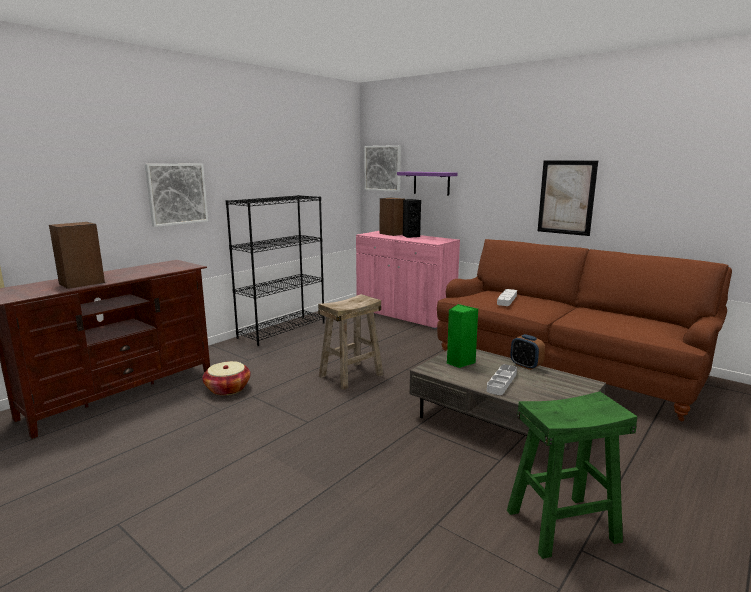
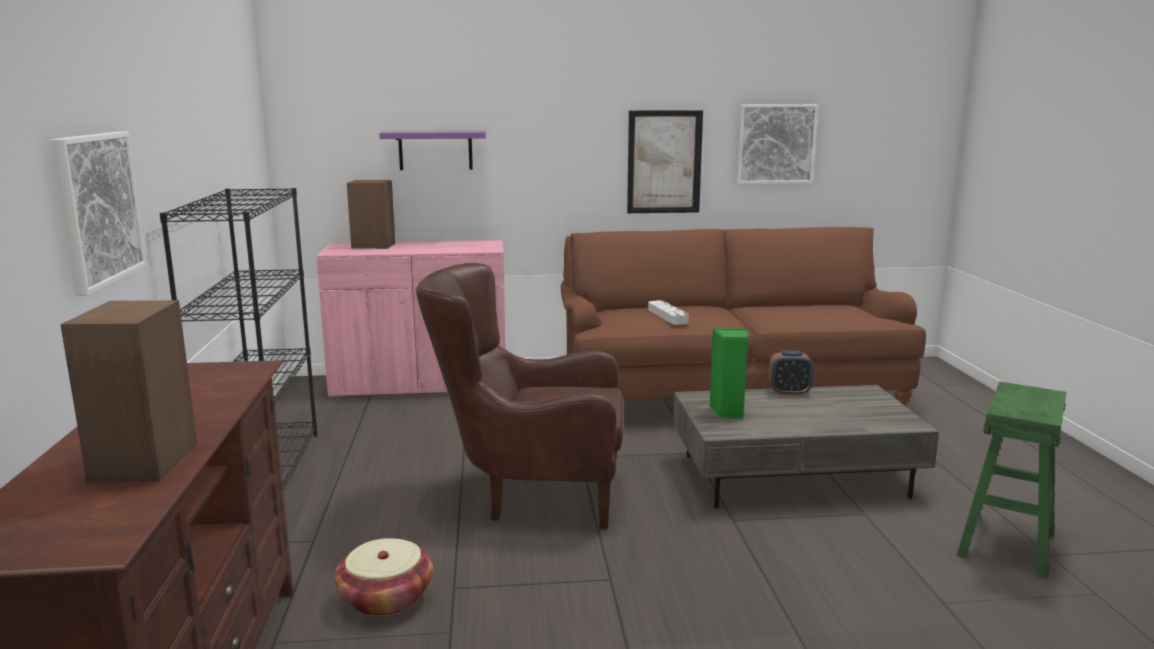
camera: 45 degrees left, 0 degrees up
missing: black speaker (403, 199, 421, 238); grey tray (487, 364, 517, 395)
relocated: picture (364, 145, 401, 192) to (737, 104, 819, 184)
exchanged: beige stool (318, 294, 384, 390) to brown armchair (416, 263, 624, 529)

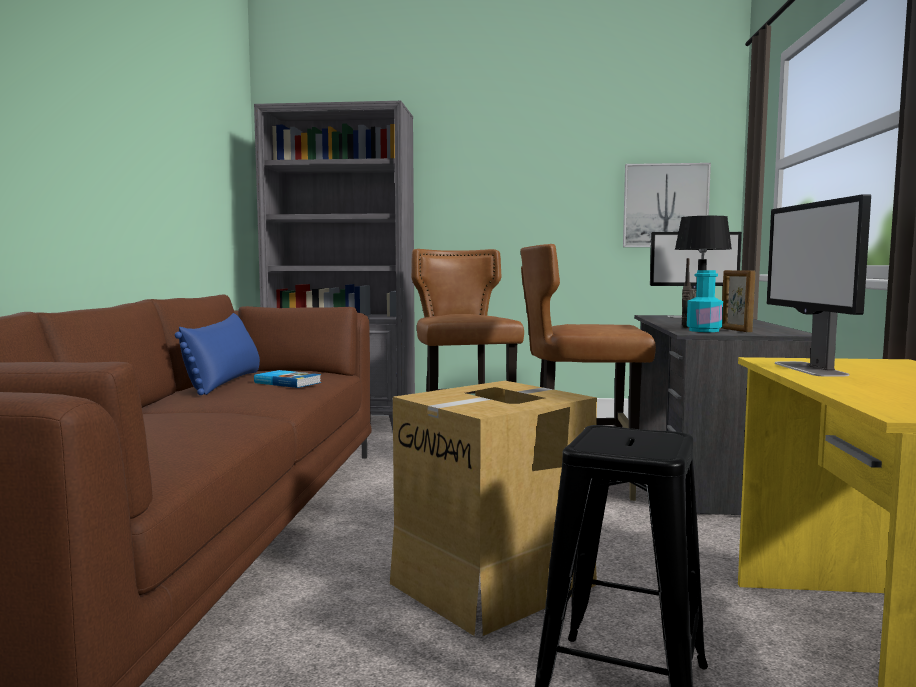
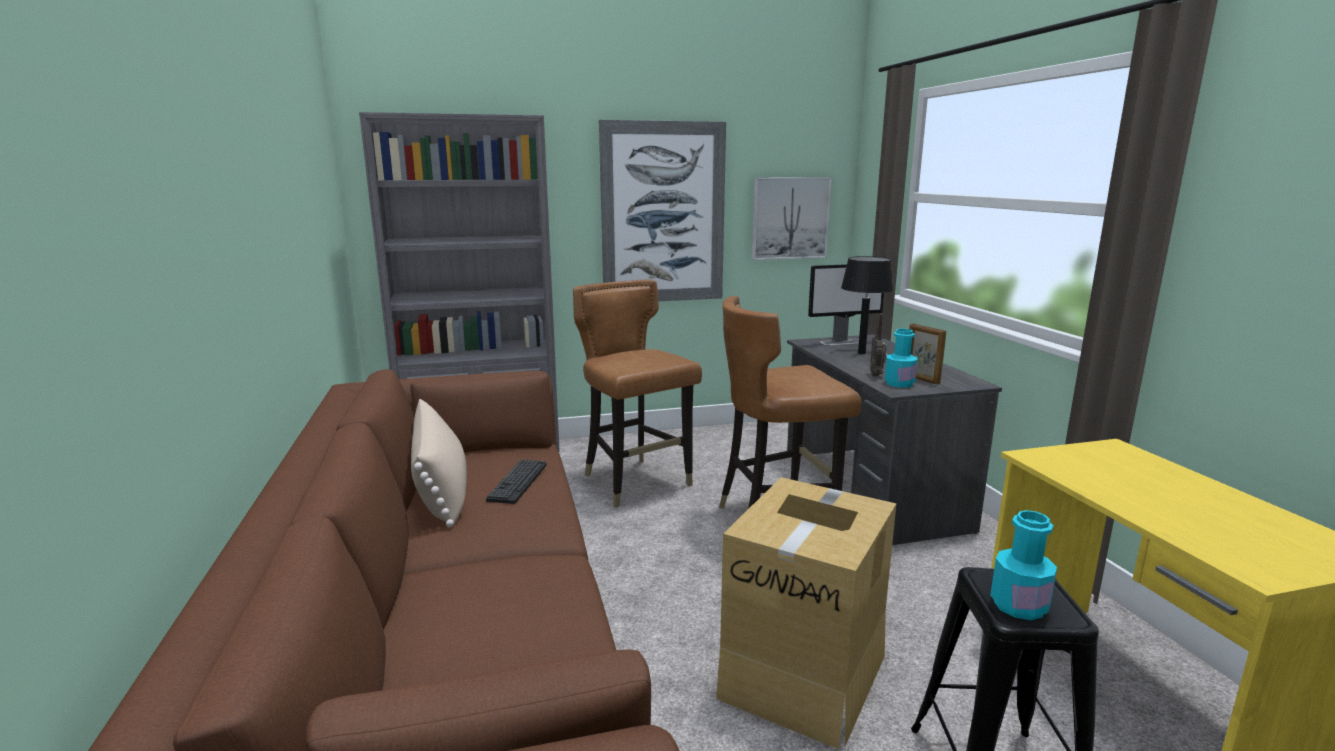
camera: 20 degrees left, 10 degrees up
missing: monitor (767, 194, 871, 376)
appeared: picture (599, 120, 726, 301); turquoise bottle (990, 510, 1057, 620)
exchanged: book (254, 370, 321, 388) to keyboard (486, 459, 547, 504)
colour: blue pillow (175, 313, 260, 395) to beige pillow (411, 399, 467, 527)

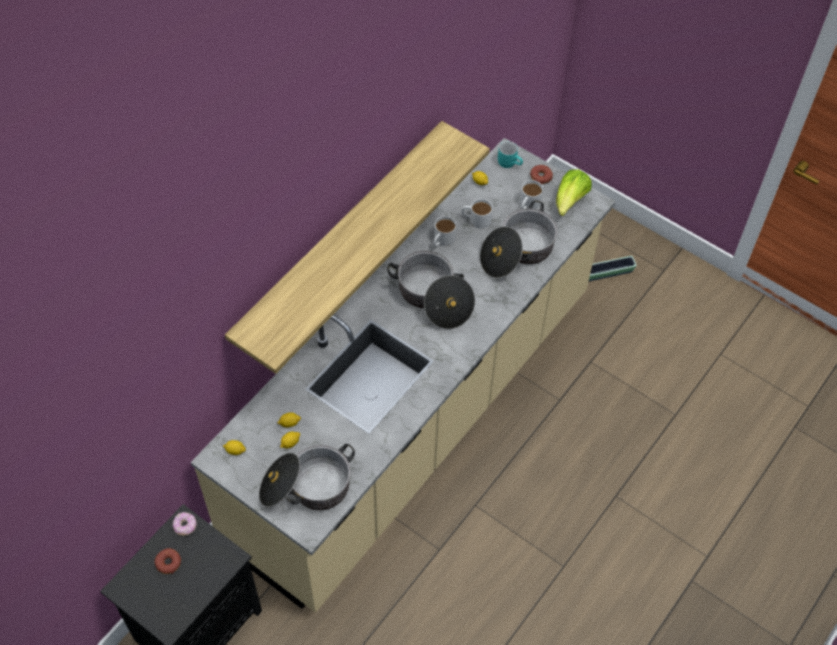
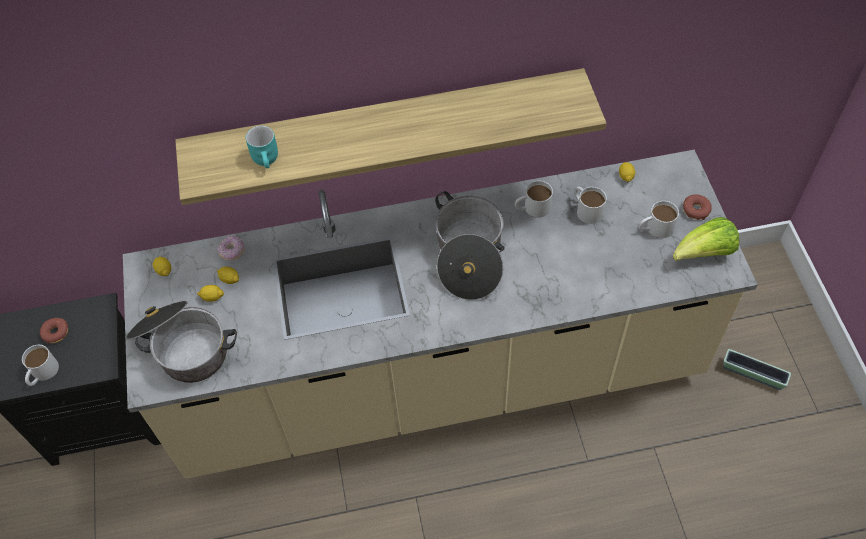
camera: 45 degrees right, 0 degrees up
missing: cooking pot (480, 200, 557, 278)
appeared: white mug (22, 345, 59, 386)
relocated: donut (173, 512, 196, 536) to (218, 235, 245, 261); turquoise mug (498, 141, 523, 168) to (246, 126, 278, 168)

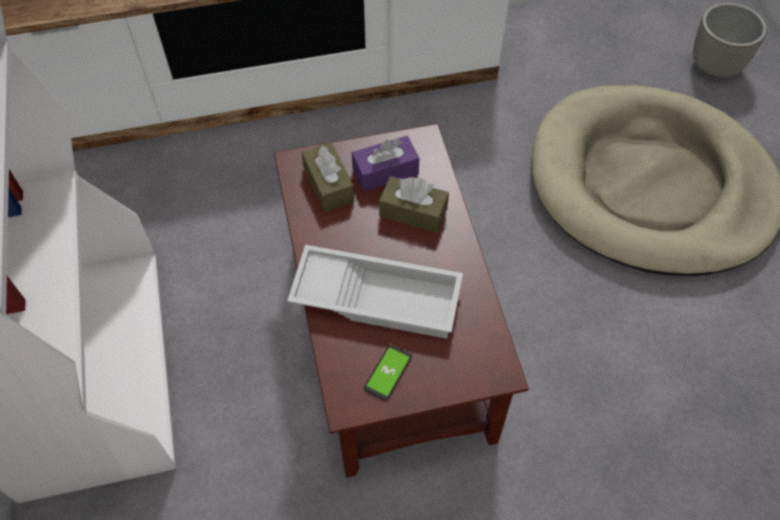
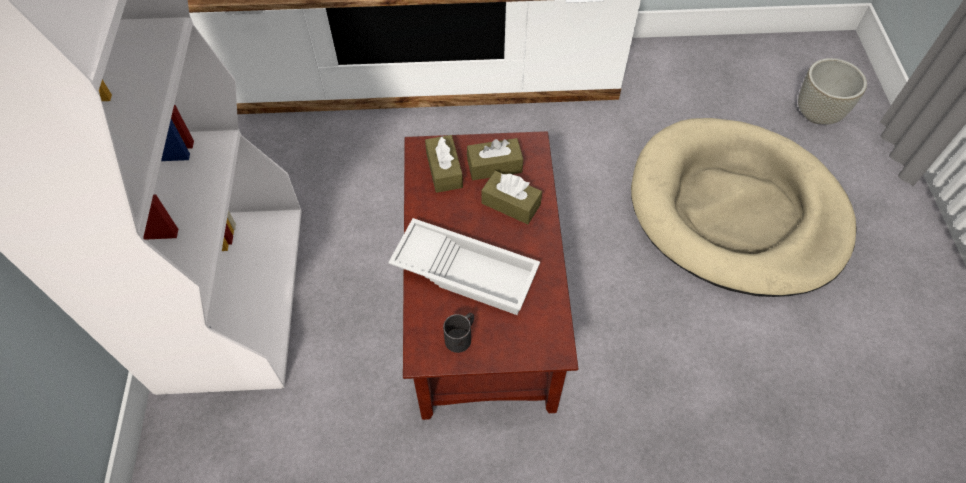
camera: 10 degrees right, 0 degrees up
exchanged: phone (364, 345, 412, 401) to black mug (443, 313, 474, 353)
colour: purple tissue box (352, 136, 419, 191) to brown tissue box (467, 138, 523, 180)

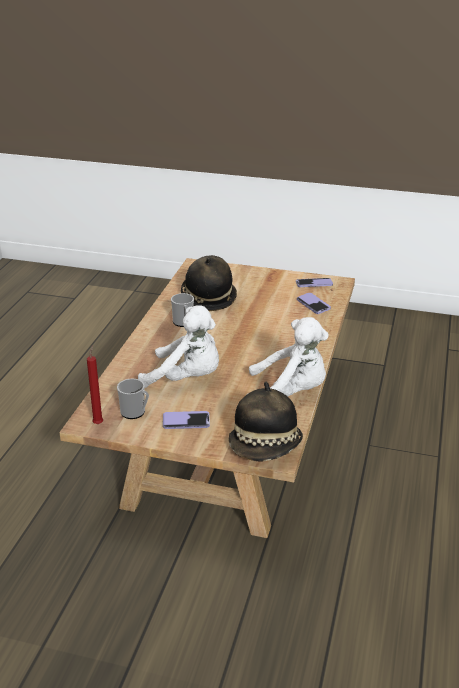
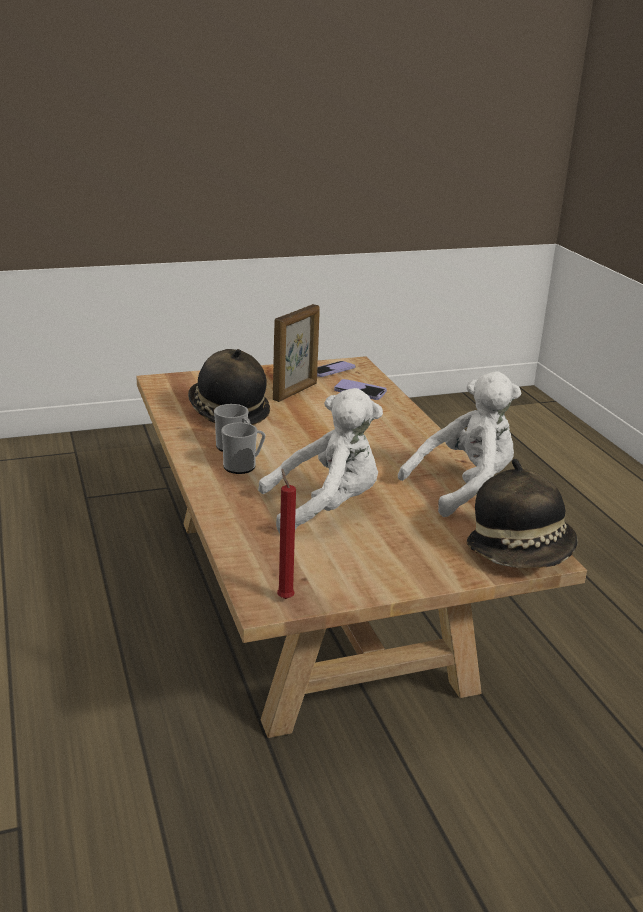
camera: 35 degrees left, 5 degrees down
missing: phone (163, 411, 210, 429)
appeared: picture frame (273, 304, 320, 402)
relocated: mug (117, 379, 149, 419) to (221, 422, 265, 474)

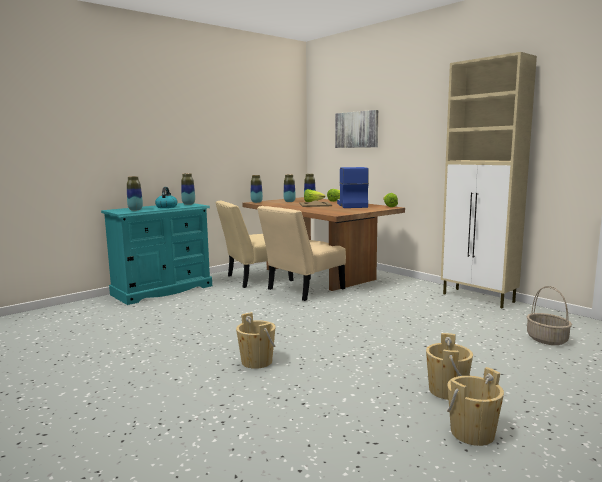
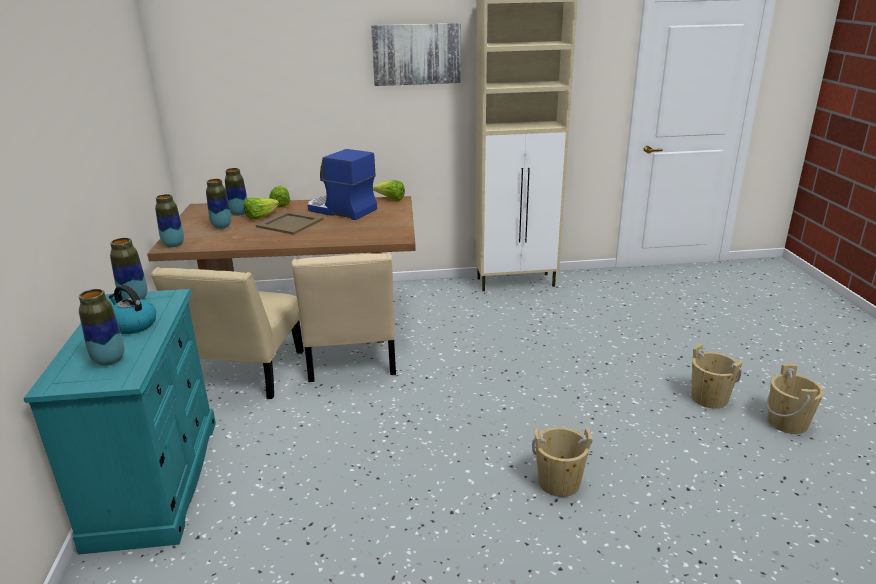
camera: 55 degrees left, 15 degrees up
missing: basket (527, 286, 572, 345)
relocated: picture (335, 110, 378, 148) to (371, 23, 461, 86)

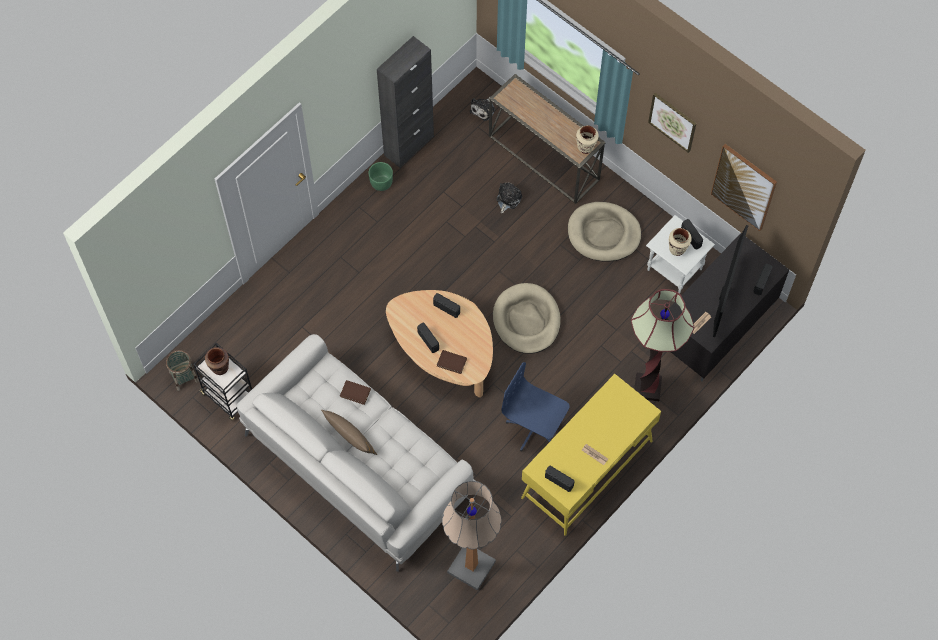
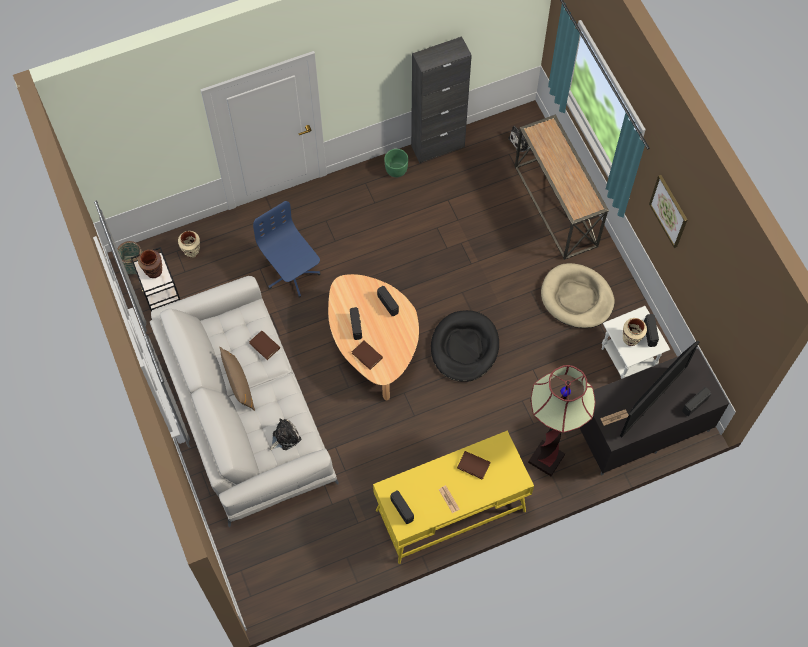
camera: 25 degrees right, 0 degrees up
missing: floor lamp (442, 481, 502, 591); picture (711, 144, 777, 231)
appeared: brown book (457, 451, 490, 480)
relocated: plush toy (496, 183, 522, 214) to (270, 419, 301, 450); blue office chair (501, 362, 570, 451) to (253, 201, 320, 298); beige vase (576, 125, 599, 154) to (178, 231, 200, 258)
colour: beige dog bed (493, 283, 561, 354) to black dog bed (431, 310, 499, 382)

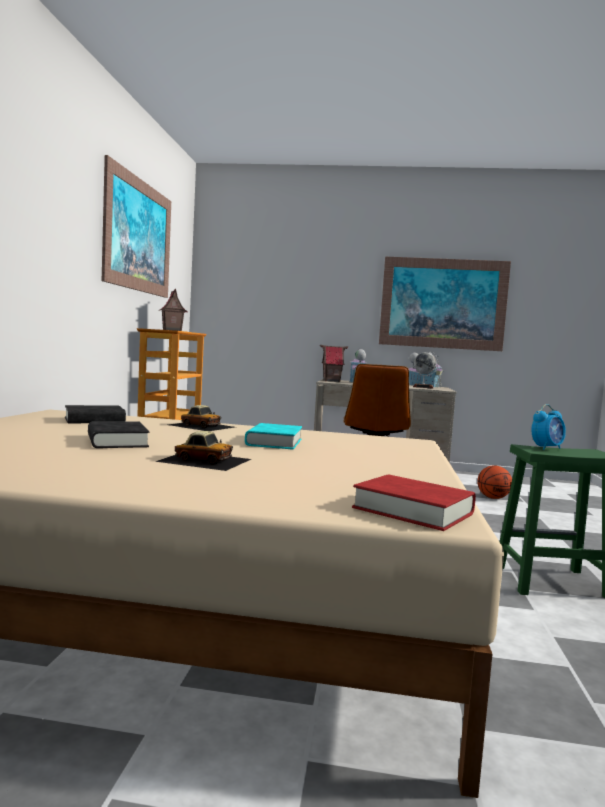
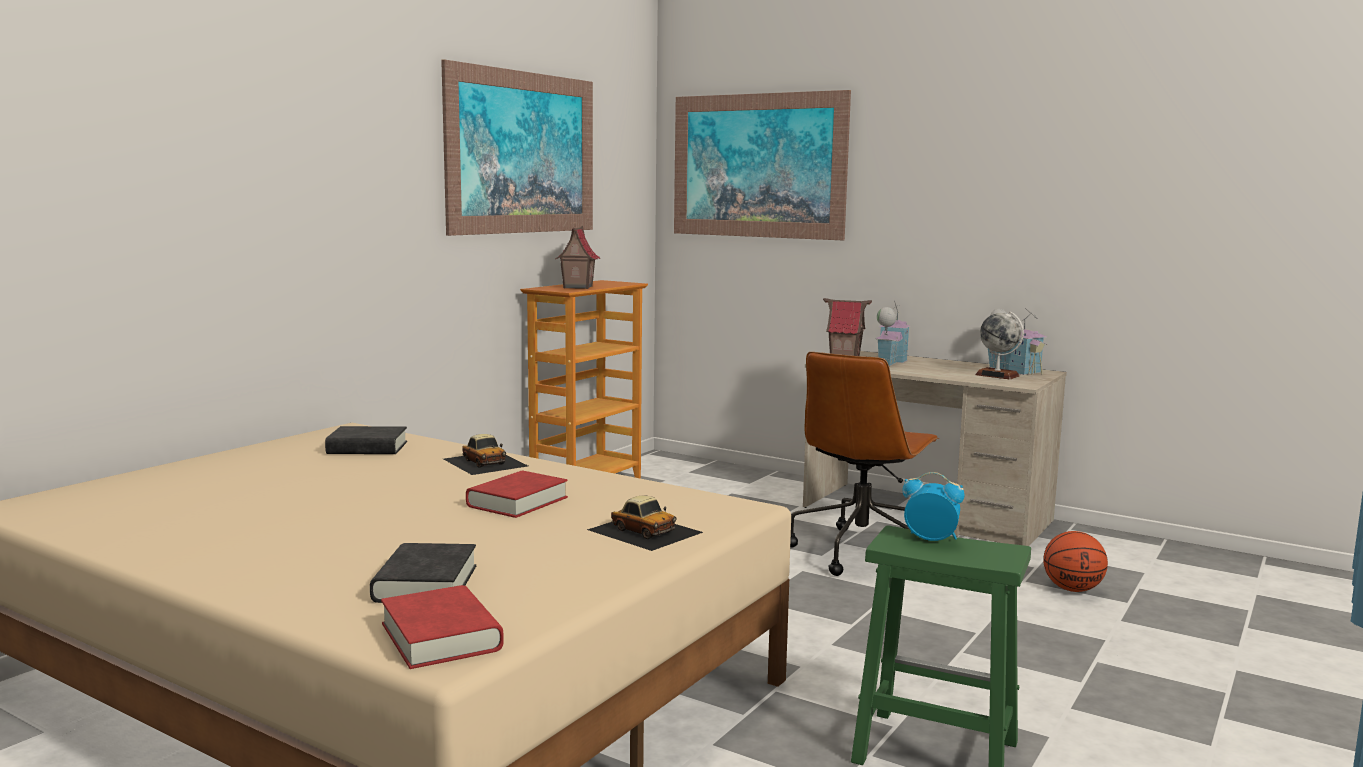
camera: 25 degrees right, 5 degrees up
relocated: black book (88, 421, 149, 448) to (370, 543, 476, 603); toy car (155, 431, 251, 471) to (587, 496, 703, 551); picture (379, 256, 511, 351) to (674, 90, 851, 240)
colour: turquoise book (245, 423, 302, 450) to red book (466, 471, 568, 518)
spun: alarm clock (531, 404, 566, 450) = (902, 472, 964, 541) 150 degrees counterclockwise

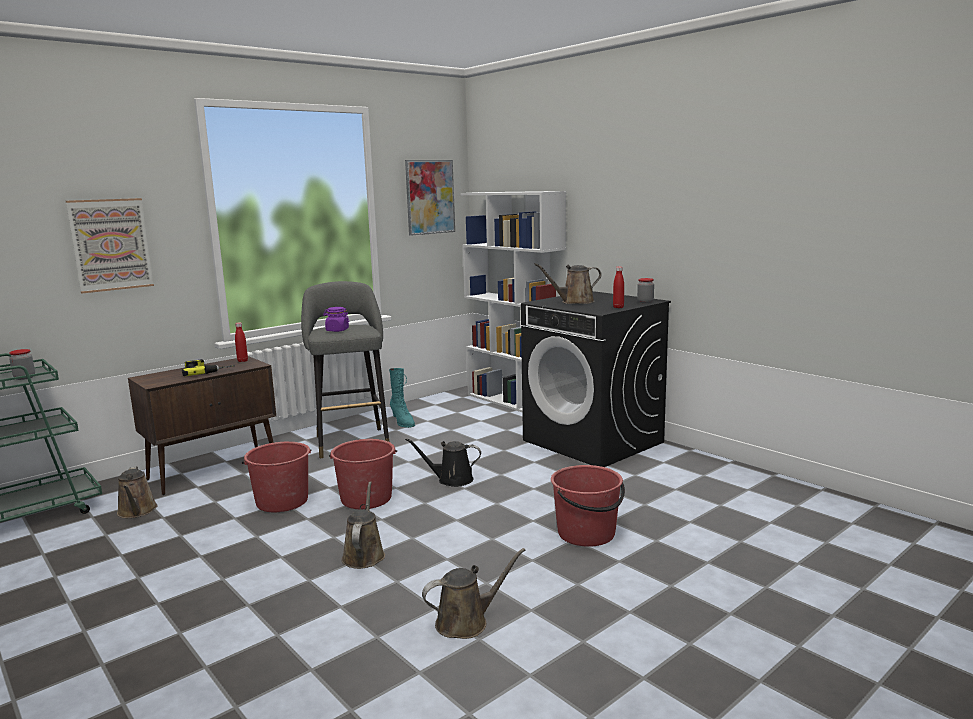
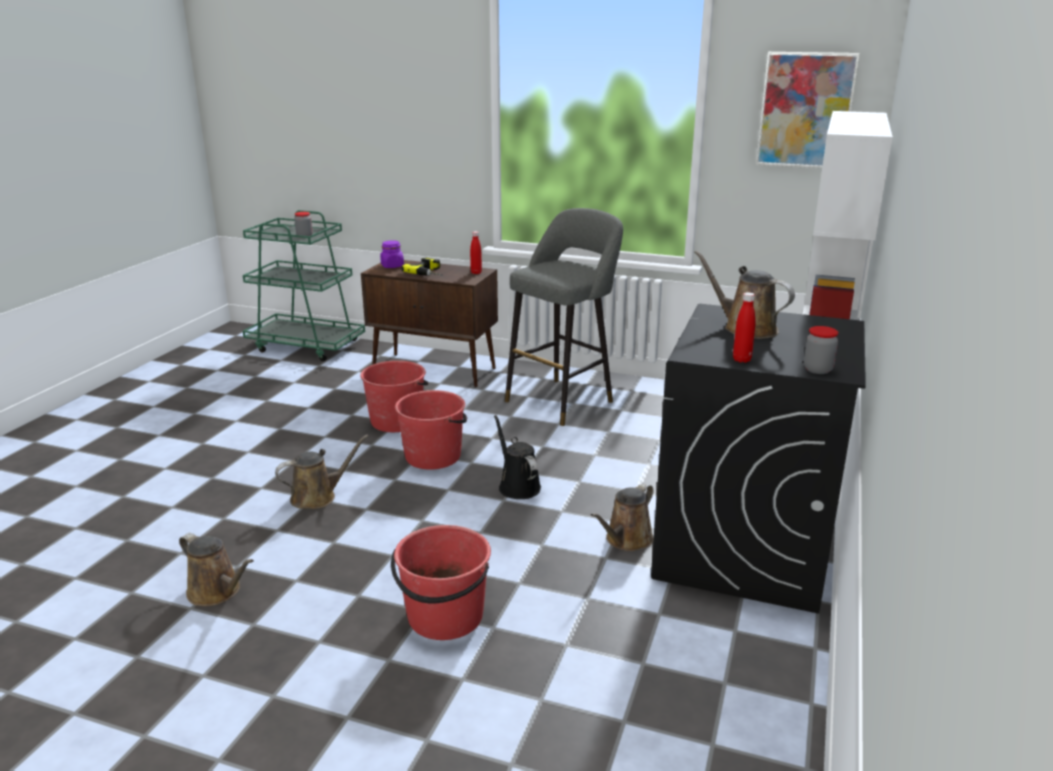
camera: 60 degrees right, 10 degrees up
missing: picture (66, 198, 154, 293); turquoise boot (389, 368, 415, 428)
relocated: brown watering can (117, 466, 158, 518) to (591, 483, 654, 551); purple jar (323, 307, 349, 332) to (380, 240, 404, 268)

